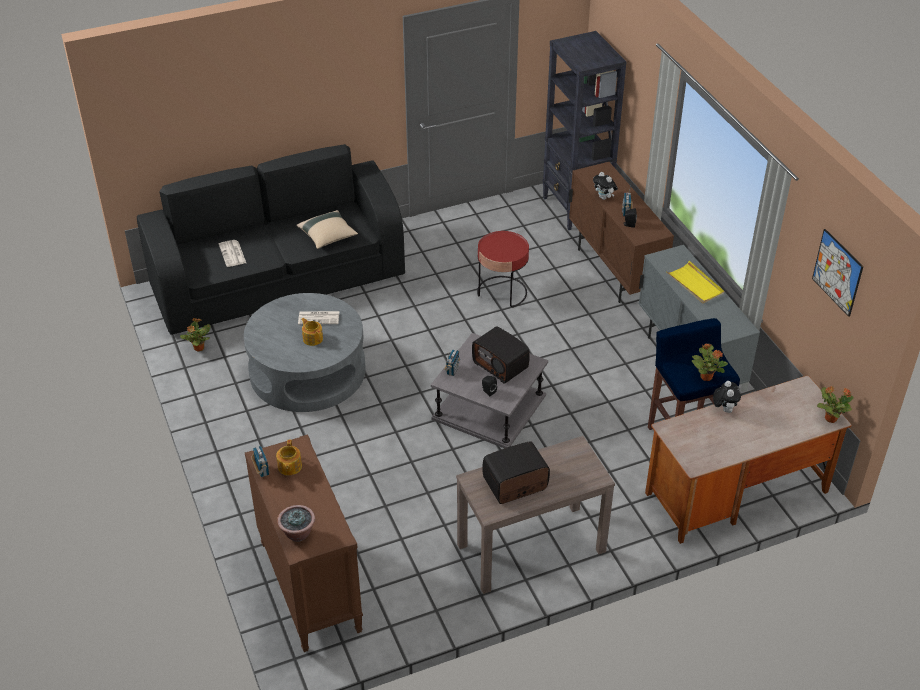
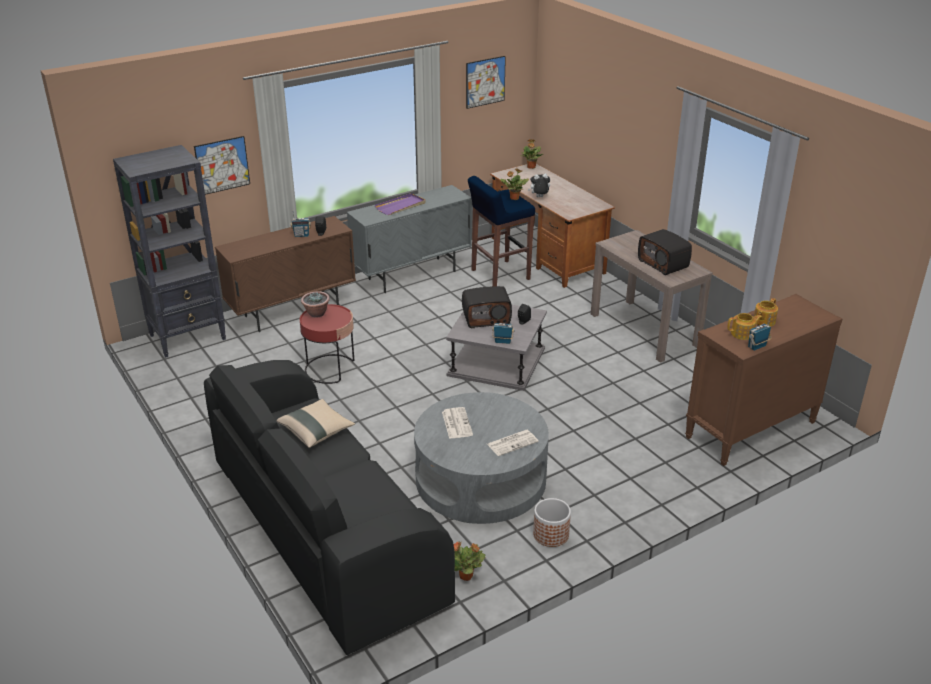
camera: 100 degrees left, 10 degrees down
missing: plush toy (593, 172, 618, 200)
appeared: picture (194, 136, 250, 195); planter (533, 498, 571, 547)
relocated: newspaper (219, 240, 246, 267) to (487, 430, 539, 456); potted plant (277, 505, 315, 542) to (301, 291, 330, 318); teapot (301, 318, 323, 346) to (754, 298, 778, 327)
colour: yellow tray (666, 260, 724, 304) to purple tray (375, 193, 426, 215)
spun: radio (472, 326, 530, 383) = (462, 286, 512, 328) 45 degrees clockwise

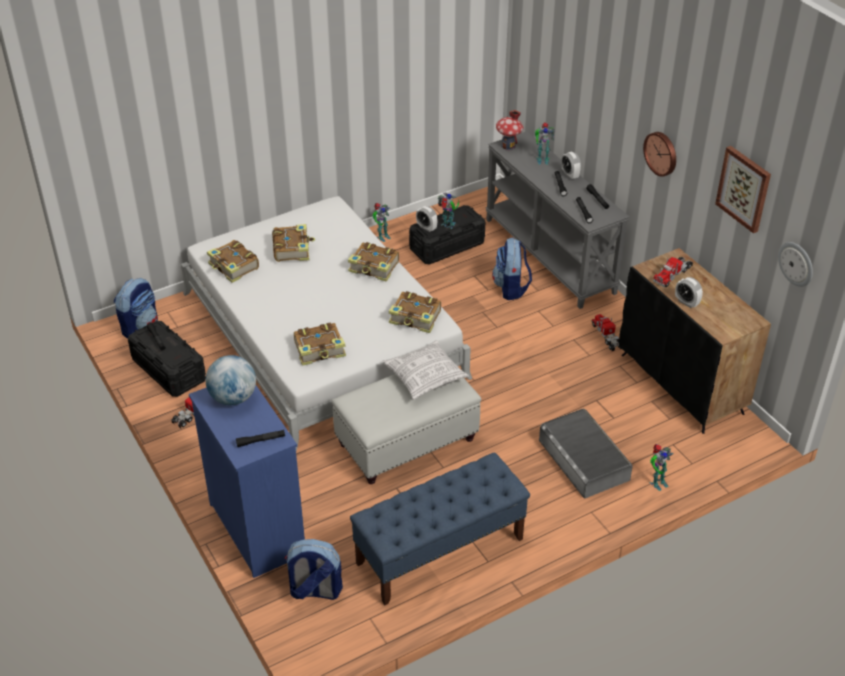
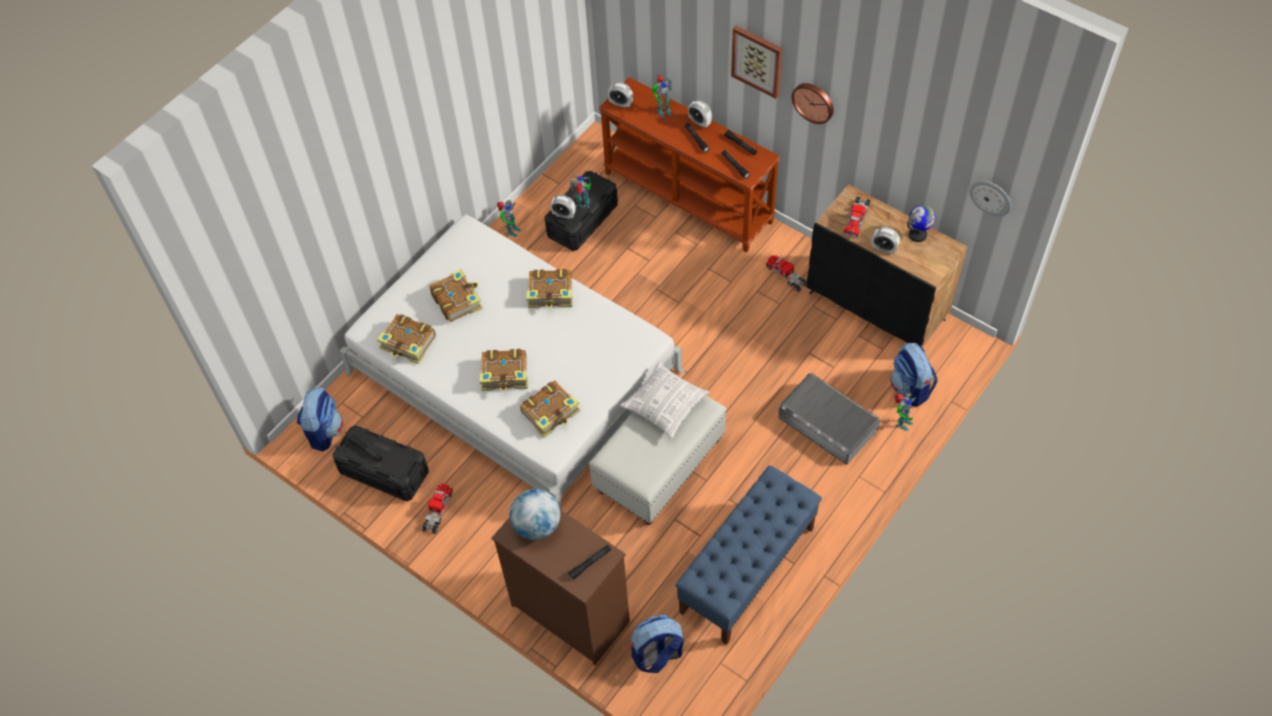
camera: 20 degrees left, 15 degrees up
appeared: globe (907, 205, 935, 242)
relocated: book (389, 291, 441, 333) to (480, 349, 528, 391); backpack (492, 238, 532, 300) to (890, 343, 937, 407); picture (715, 146, 771, 233) to (731, 26, 783, 99)
exchanged: toy house (496, 110, 524, 150) to alarm clock (608, 82, 633, 108)
colour: blue dresser (189, 386, 305, 578) to brown dresser (492, 510, 630, 665); grey console table (486, 131, 629, 309) to brown console table (599, 77, 780, 253)

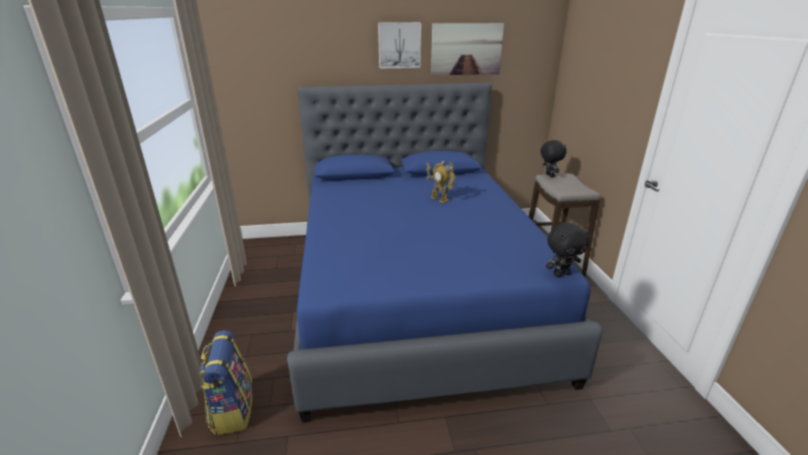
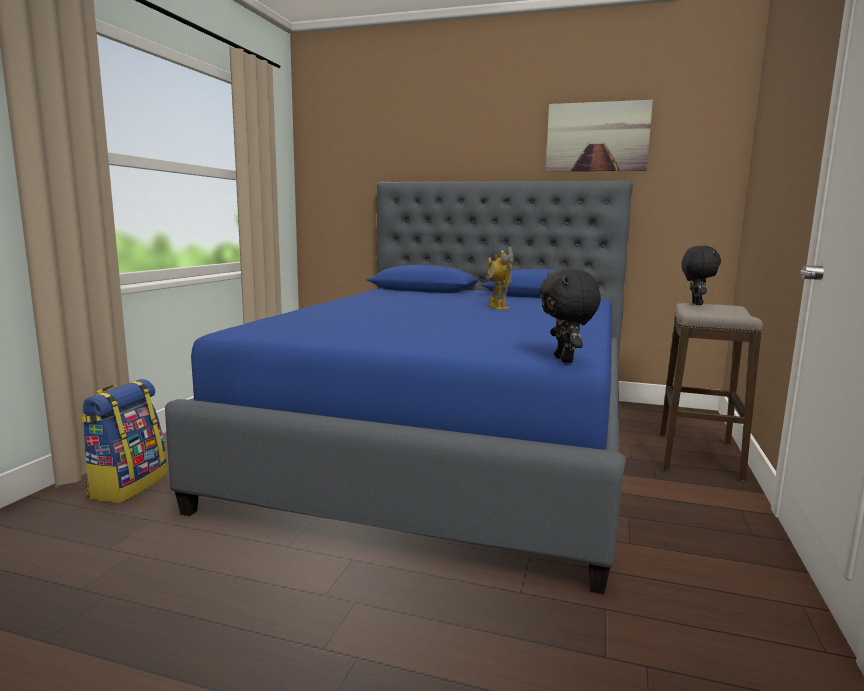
camera: 25 degrees right, 15 degrees down
missing: picture (378, 22, 421, 68)
spun: black plush toy (546, 223, 590, 277) = (539, 268, 601, 363) 75 degrees clockwise

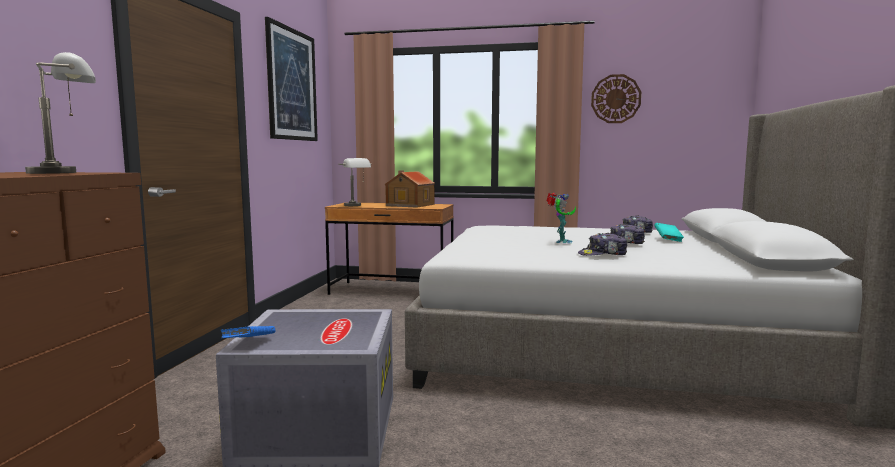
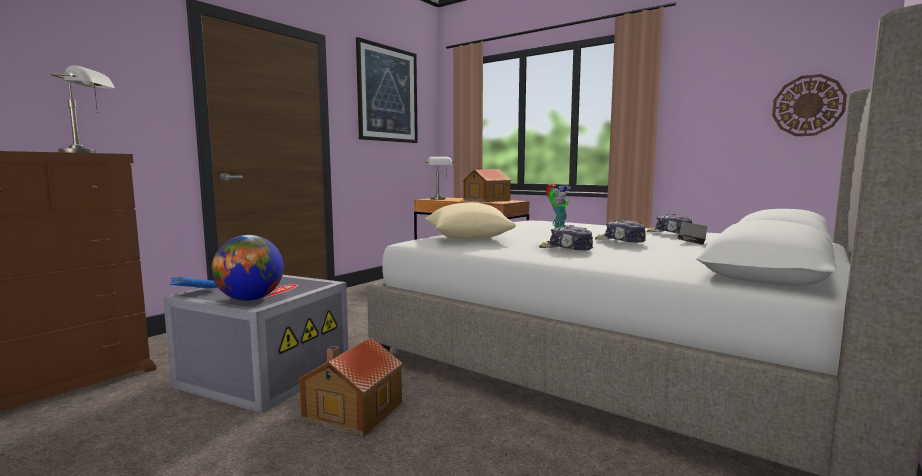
camera: 25 degrees right, 0 degrees up
appeared: globe (212, 235, 284, 301); toy house (298, 337, 403, 437); beige pillow (425, 202, 516, 240)
relocated: wall clock (591, 74, 641, 123) to (772, 74, 847, 136)
colour: turquoise book (654, 223, 684, 242) to black book (678, 222, 707, 245)

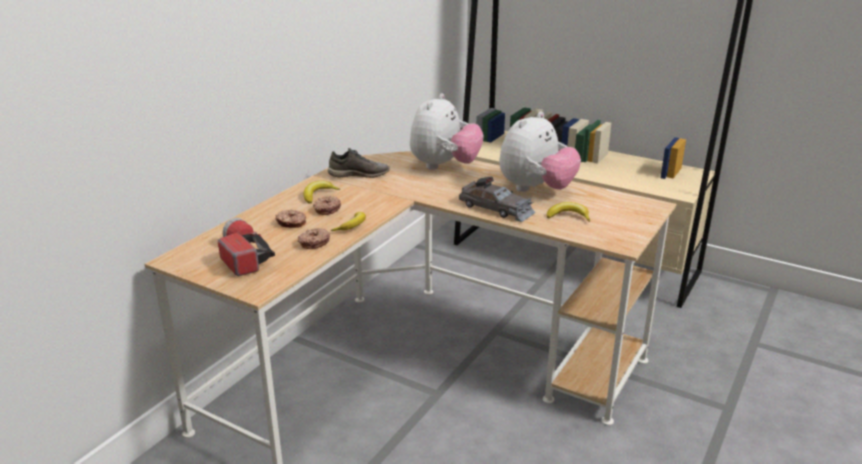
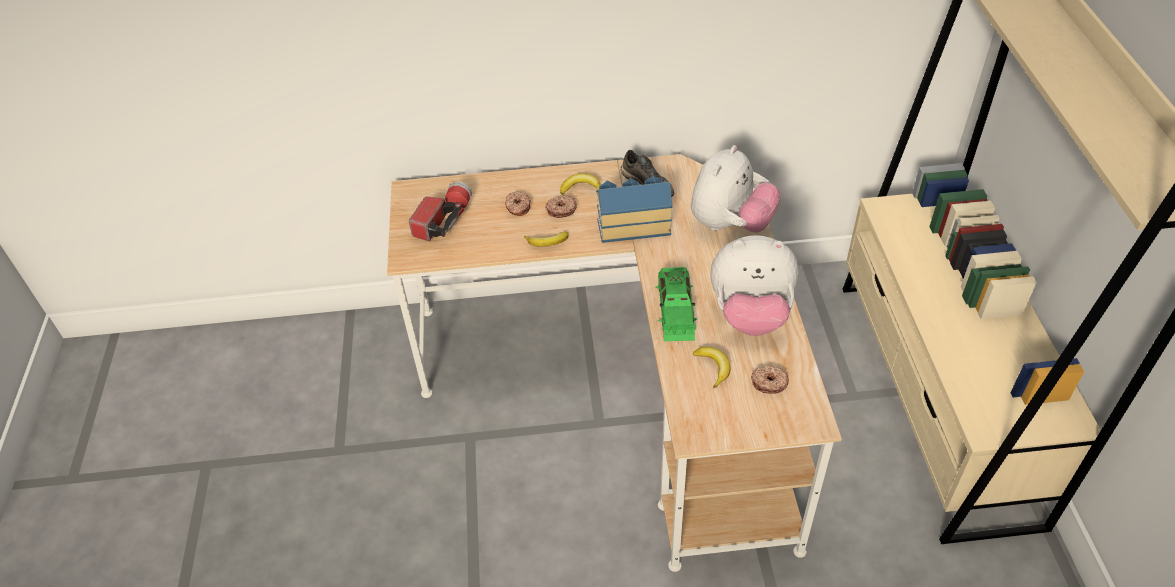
camera: 55 degrees right, 20 degrees up
appeared: toy house (596, 176, 672, 243)
relocated: donut (297, 228, 330, 249) to (751, 366, 789, 394)
colour: grey toy car (459, 177, 536, 222) to green toy car (655, 267, 697, 341)
spun: plush toy (410, 93, 484, 170) = (691, 145, 781, 233) 45 degrees counterclockwise

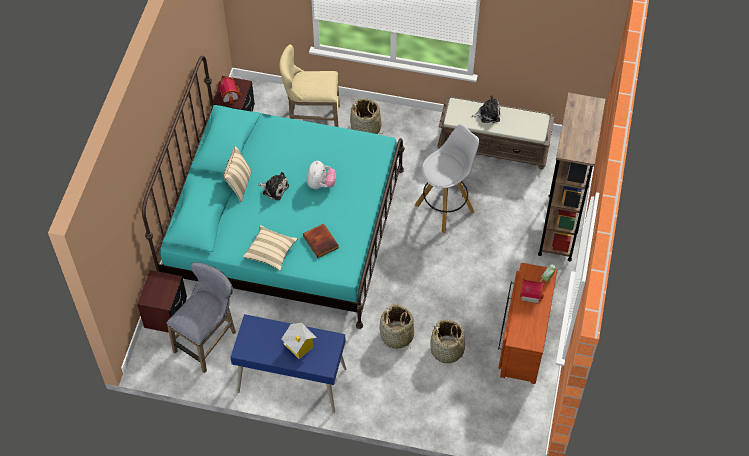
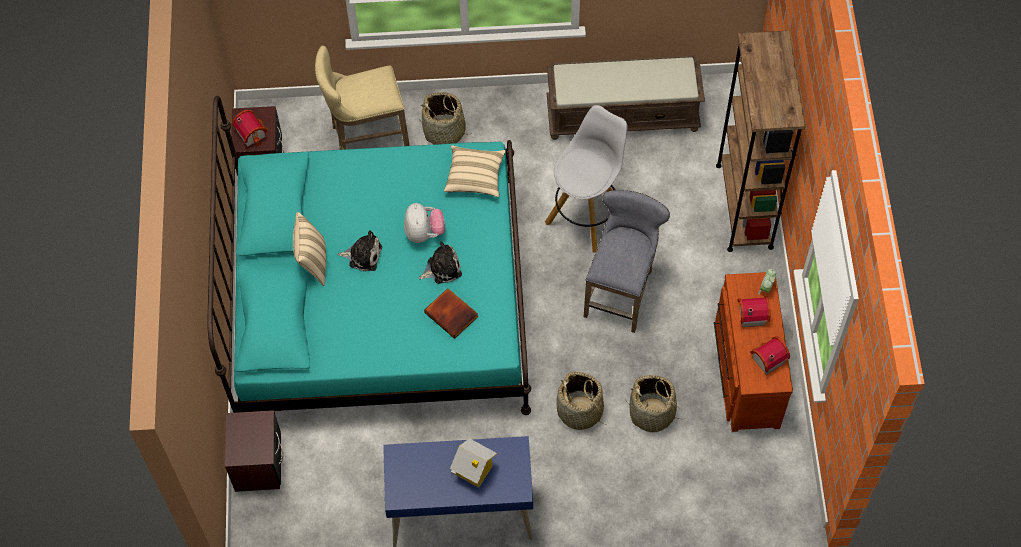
camera: 15 degrees left, 5 degrees up
appeared: toy house (750, 336, 790, 375)
relocated: grey stool (166, 262, 236, 373) to (584, 190, 670, 333); beige pillow (243, 225, 298, 271) to (444, 145, 506, 197); plush toy (471, 95, 500, 123) to (419, 242, 462, 284)

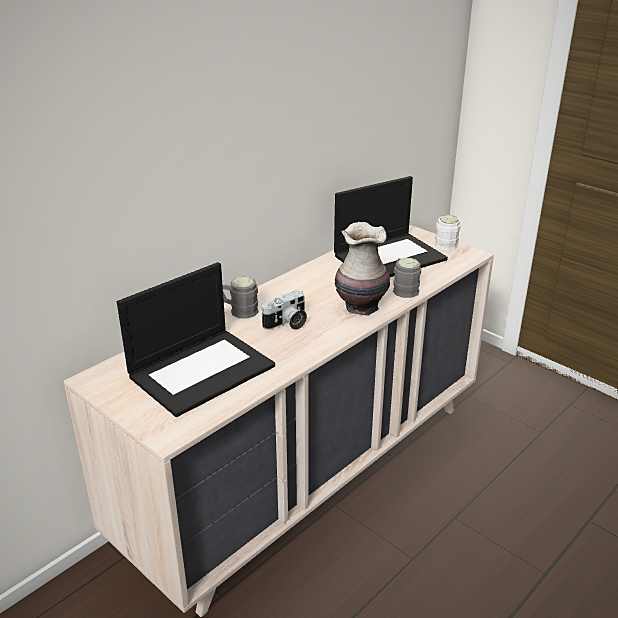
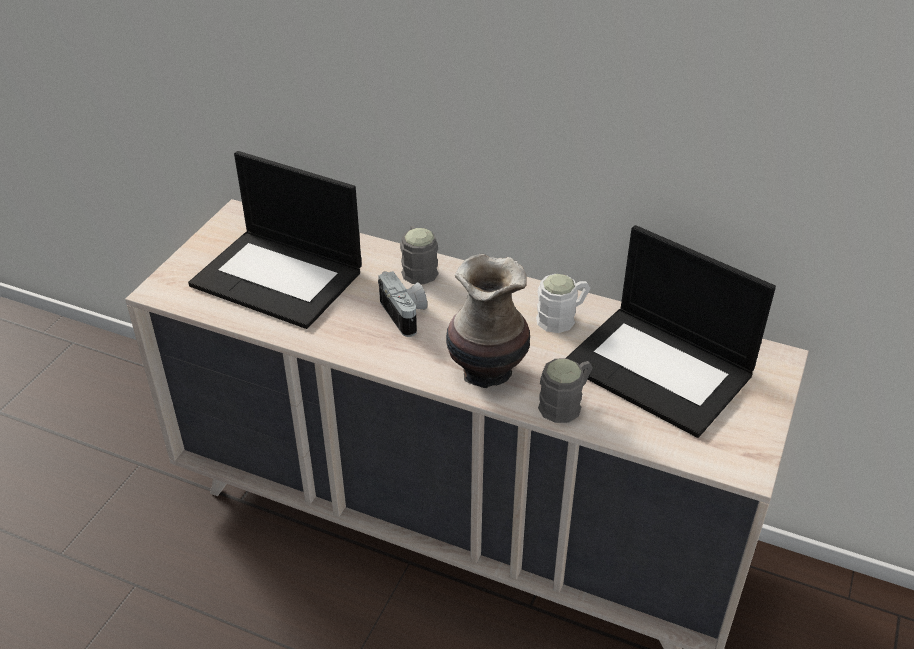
camera: 70 degrees right, 10 degrees up
relocated: white mug (434, 215, 461, 251) to (536, 274, 591, 333)
spun: photo camera (261, 290, 307, 330) = (378, 271, 427, 337) 150 degrees counterclockwise

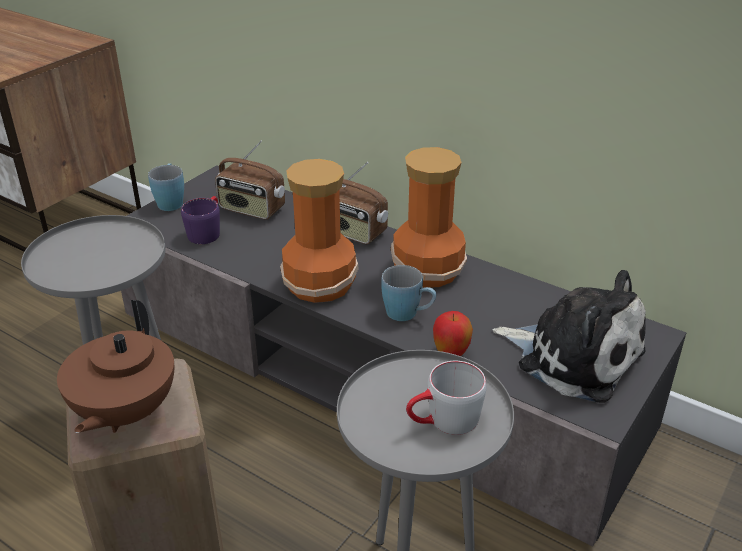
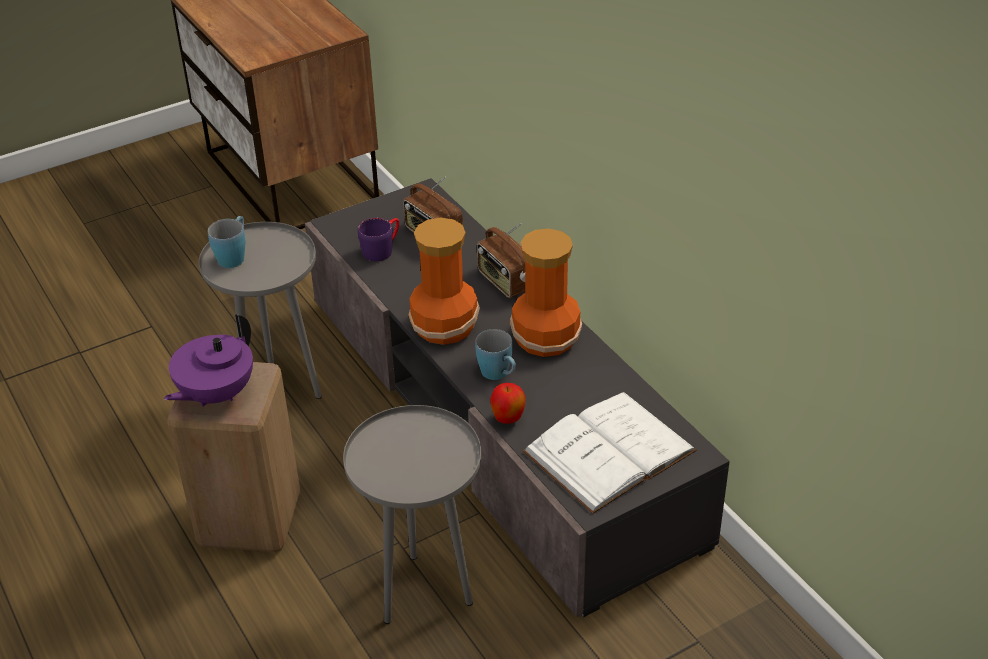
camera: 25 degrees right, 5 degrees up
missing: grey mug (406, 361, 487, 435)
relocated: blue mug (148, 163, 184, 211) to (208, 216, 245, 268)
exchanged: plush toy (493, 270, 646, 403) to white book (523, 392, 697, 514)
colour: brown teapot (57, 300, 174, 433) to purple teapot (164, 314, 253, 407)

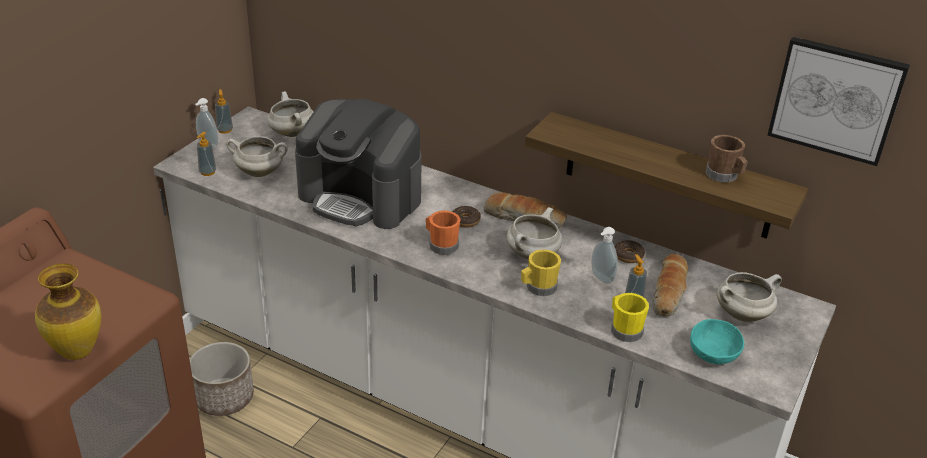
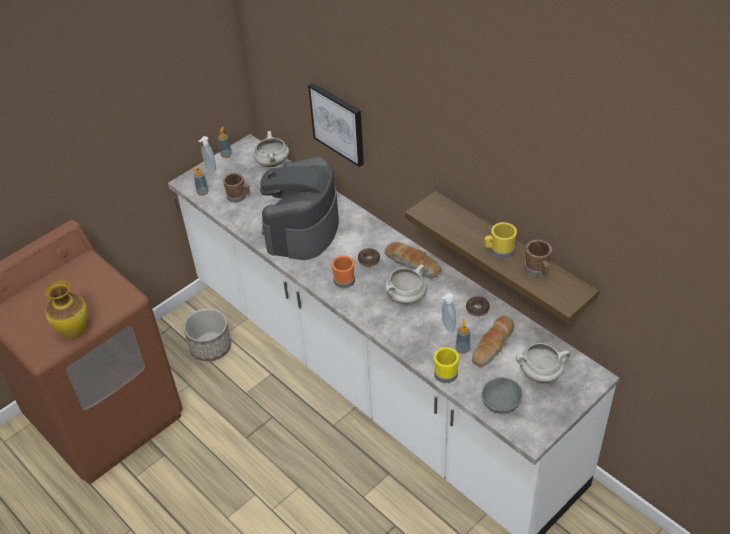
camera: 20 degrees right, 10 degrees up
relocated: yellow mug (521, 249, 561, 296) to (485, 222, 517, 259); picture (767, 37, 910, 166) to (308, 83, 364, 167)
exchanged: white cooking pot (226, 136, 288, 177) to brown mug (223, 173, 250, 203)
colour: turquoise bowl (690, 319, 744, 364) to grey bowl (482, 377, 522, 414)
spun: coffee machine (295, 99, 422, 229) = (260, 156, 339, 260) 60 degrees clockwise

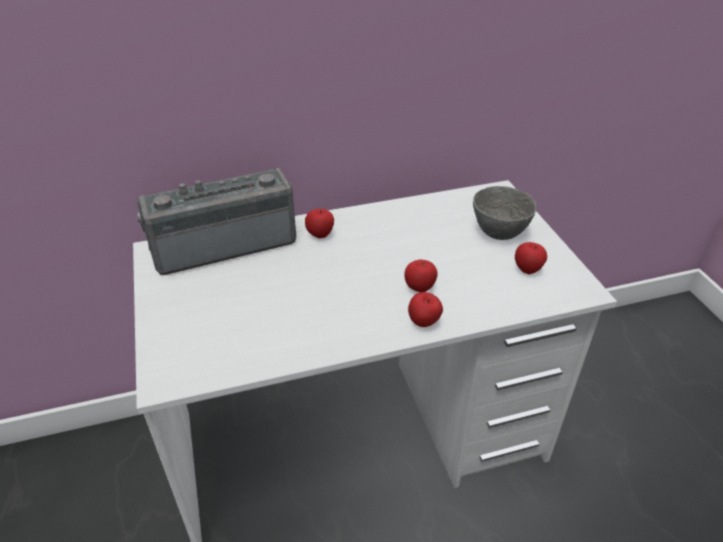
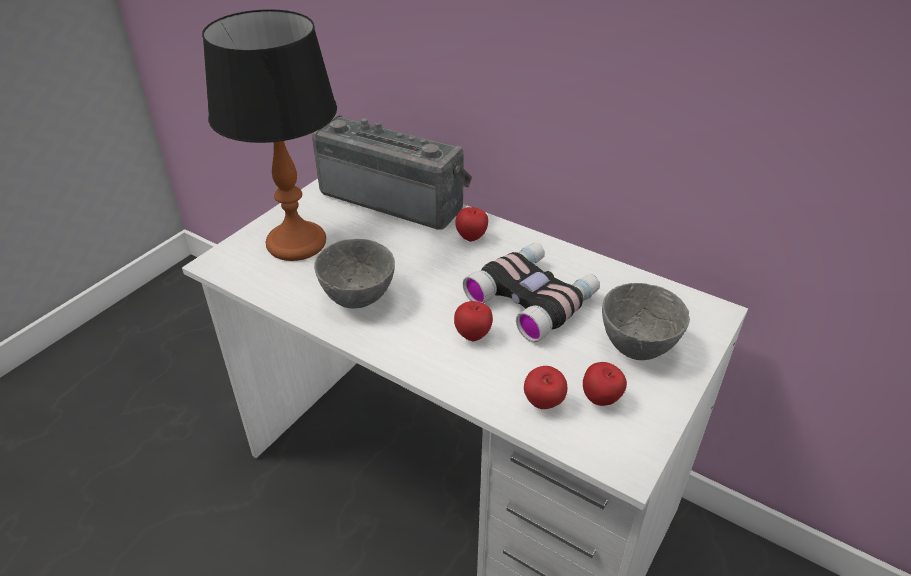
camera: 50 degrees right, 0 degrees up
appeared: table lamp (202, 9, 337, 261); grey bowl (314, 239, 395, 309); binoculars (463, 243, 600, 343)
relocated: apple (408, 292, 443, 327) to (524, 366, 567, 409)

